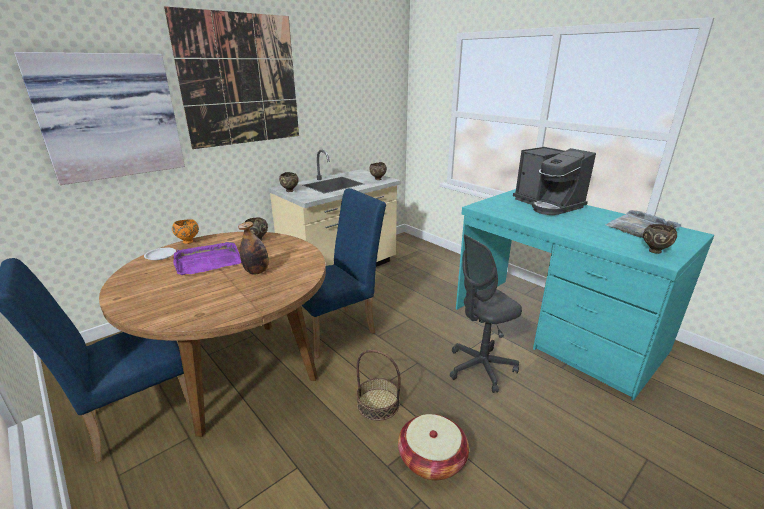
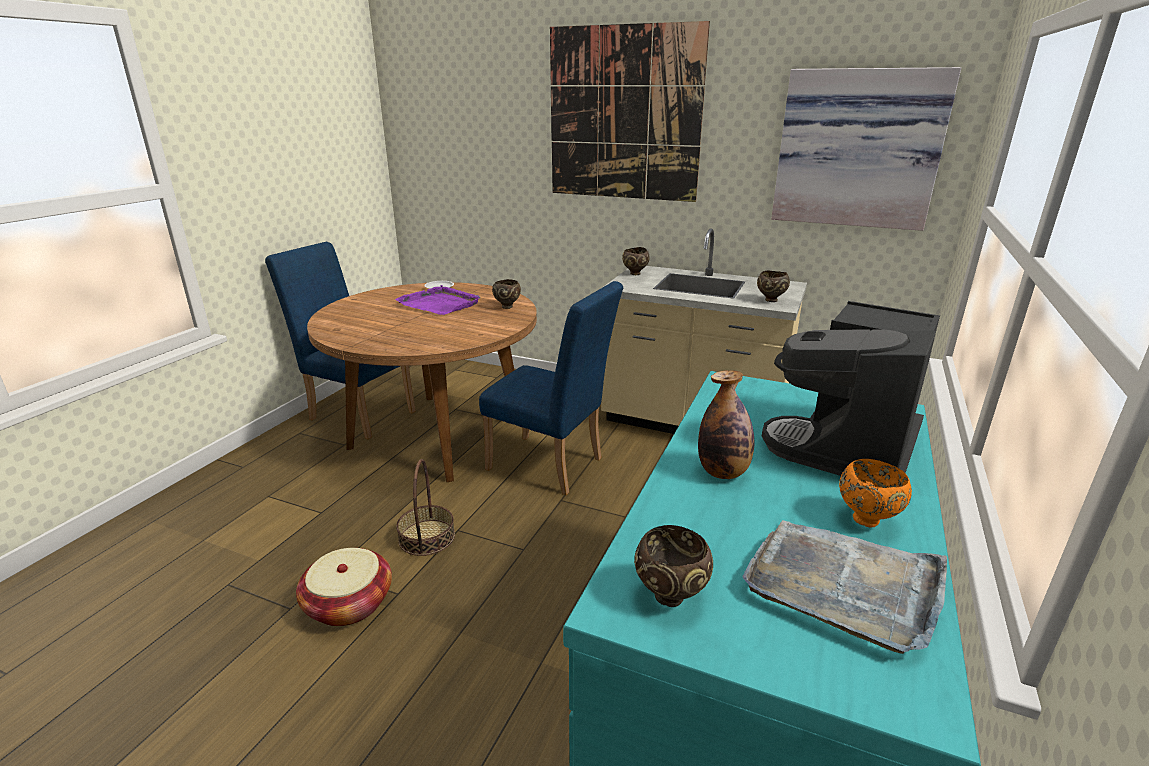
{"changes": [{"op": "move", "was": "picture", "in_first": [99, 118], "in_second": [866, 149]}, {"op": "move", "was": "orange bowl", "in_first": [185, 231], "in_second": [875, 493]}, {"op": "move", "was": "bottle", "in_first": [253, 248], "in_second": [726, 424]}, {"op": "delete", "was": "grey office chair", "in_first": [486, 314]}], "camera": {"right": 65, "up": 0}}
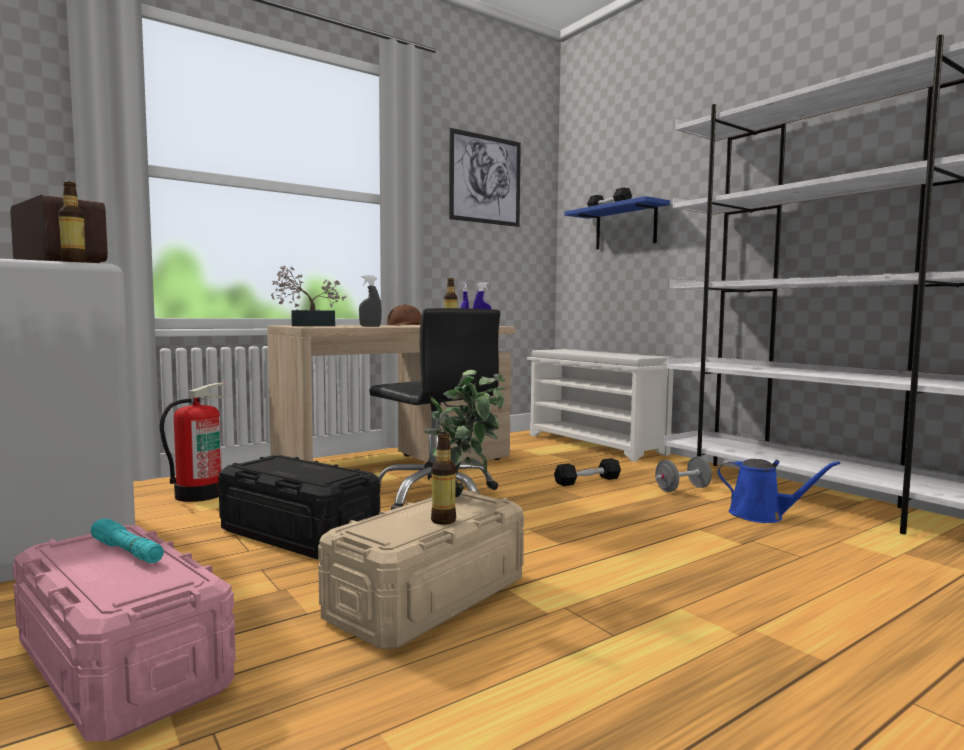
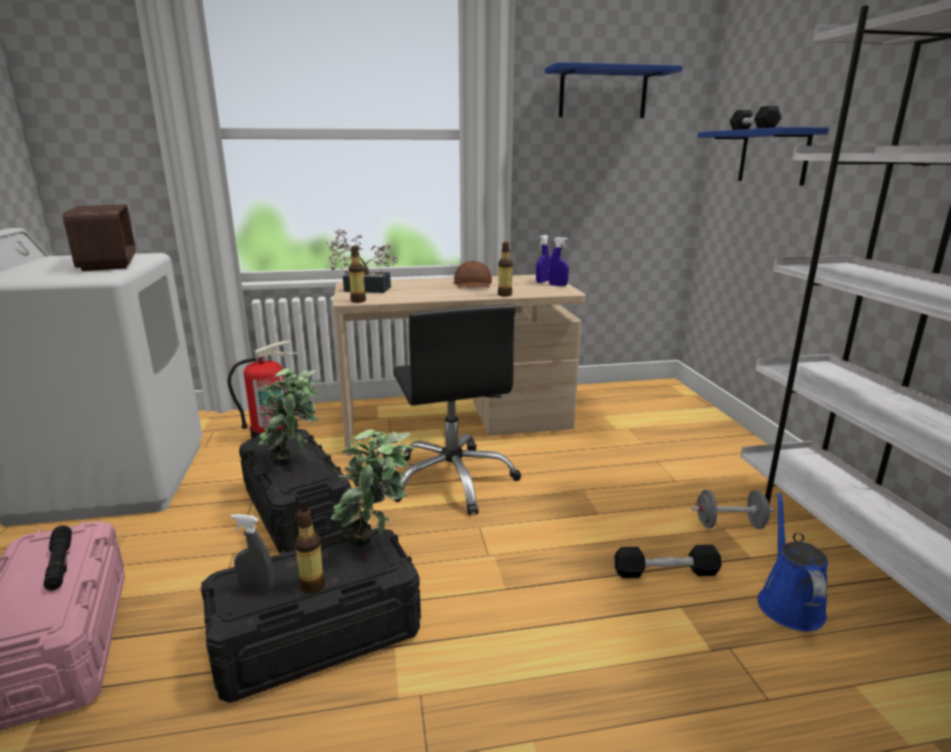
{"changes": [{"op": "replace", "was": "picture", "now": "blue shelf", "in_first": [485, 177], "in_second": [614, 90]}, {"op": "move", "was": "bottle", "in_first": [72, 222], "in_second": [357, 274]}, {"op": "move", "was": "grey spray bottle", "in_first": [370, 301], "in_second": [252, 553]}, {"op": "delete", "was": "white shoe rack", "in_first": [600, 405]}, {"op": "move", "was": "black dumbbell", "in_first": [587, 472], "in_second": [667, 561]}, {"op": "rotate", "was": "blue watering can", "in_first": [778, 491], "in_second": [793, 561], "clockwise": -135}, {"op": "recolor", "was": "beige storage box", "now": "black storage box", "in_first": [421, 569], "in_second": [311, 615]}, {"op": "recolor", "was": "turquoise flashlight", "now": "black flashlight", "in_first": [127, 541], "in_second": [58, 558]}, {"op": "insert", "now": "potted plant", "in_second": [290, 417]}], "camera": {"right": 25, "up": 15}}
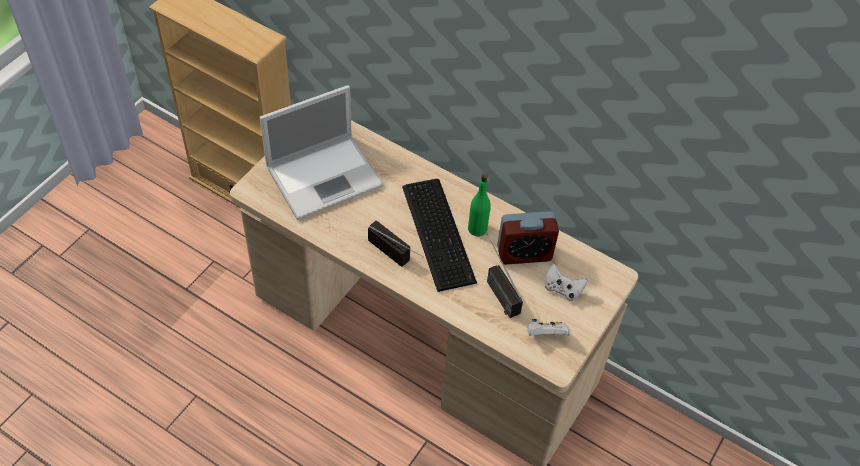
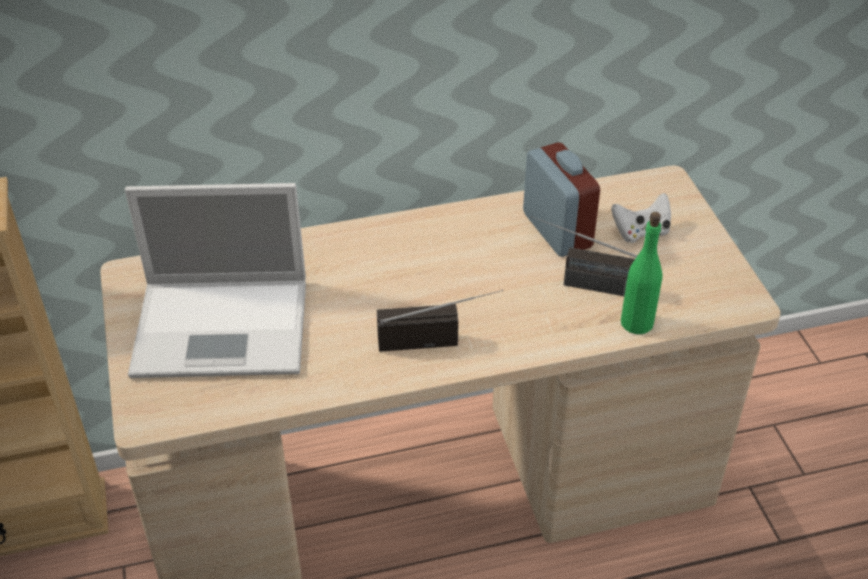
{"changes": [{"op": "rotate", "was": "laptop", "in_first": [321, 152], "in_second": [215, 280], "clockwise": 75}, {"op": "move", "was": "green bottle", "in_first": [479, 205], "in_second": [642, 273]}, {"op": "delete", "was": "keyboard", "in_first": [439, 235]}, {"op": "rotate", "was": "alarm clock", "in_first": [528, 238], "in_second": [561, 199], "clockwise": -60}, {"op": "delete", "was": "white game controller", "in_first": [549, 327]}], "camera": {"right": -45, "up": -10}}
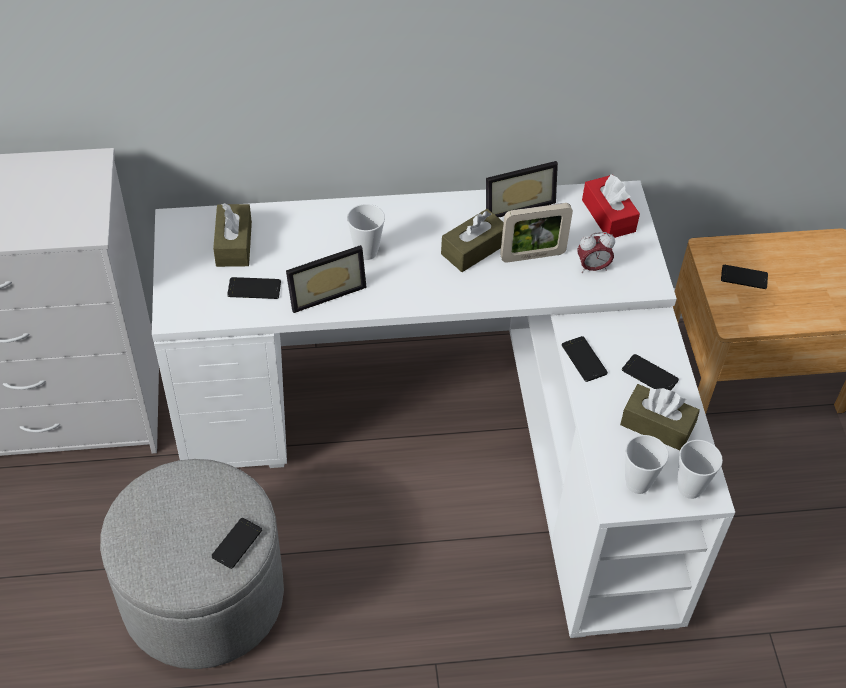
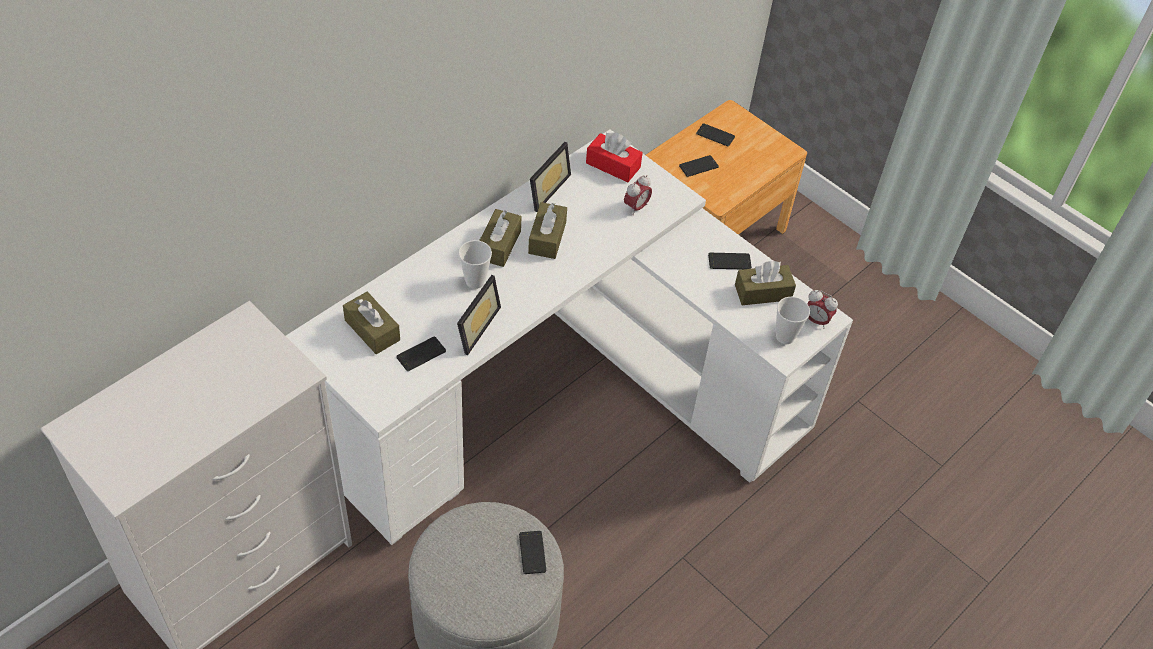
{"changes": [{"op": "delete", "was": "picture frame", "in_first": [536, 233]}, {"op": "move", "was": "phone", "in_first": [585, 359], "in_second": [715, 135]}, {"op": "replace", "was": "cup", "now": "alarm clock", "in_first": [700, 469], "in_second": [822, 309]}, {"op": "insert", "now": "brown tissue box", "in_second": [500, 238]}], "camera": {"right": -40, "up": 0}}
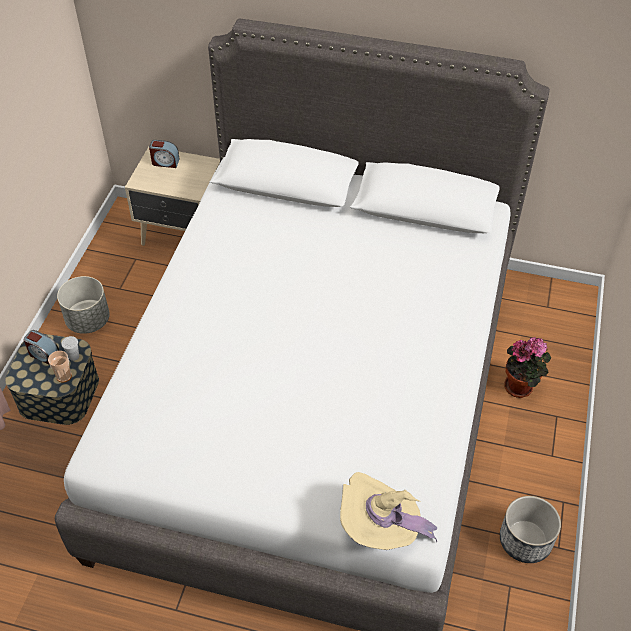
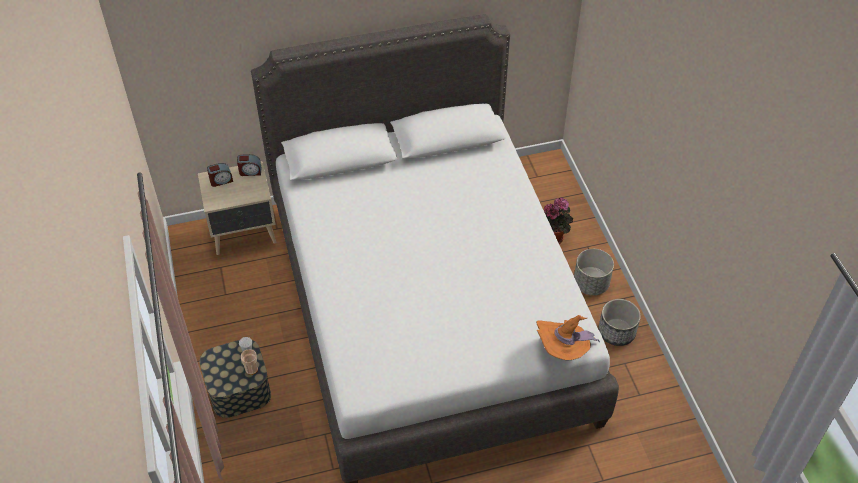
{"changes": [{"op": "move", "was": "grey planter", "in_first": [83, 305], "in_second": [594, 272]}, {"op": "move", "was": "alarm clock", "in_first": [41, 347], "in_second": [249, 165]}, {"op": "recolor", "was": "beige hat", "now": "orange hat", "in_first": [388, 511], "in_second": [568, 337]}], "camera": {"right": -30, "up": 0}}
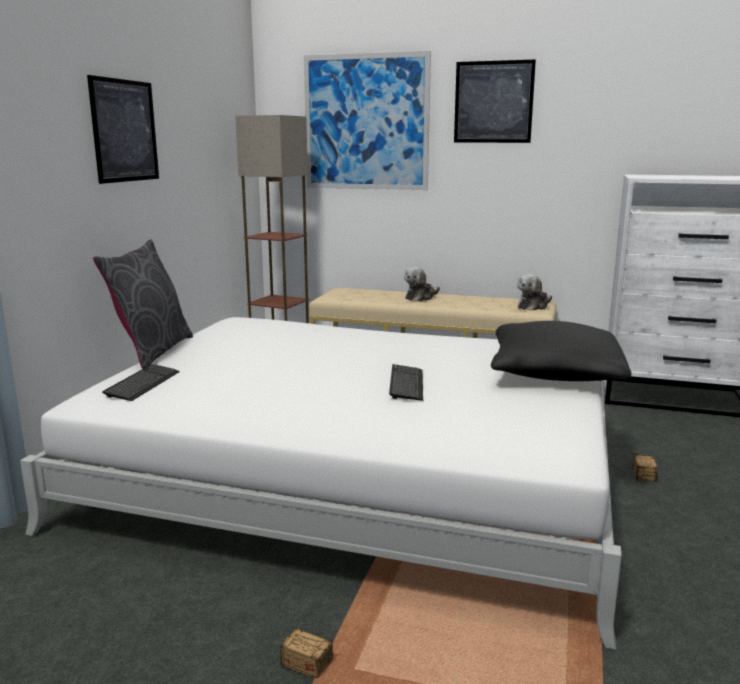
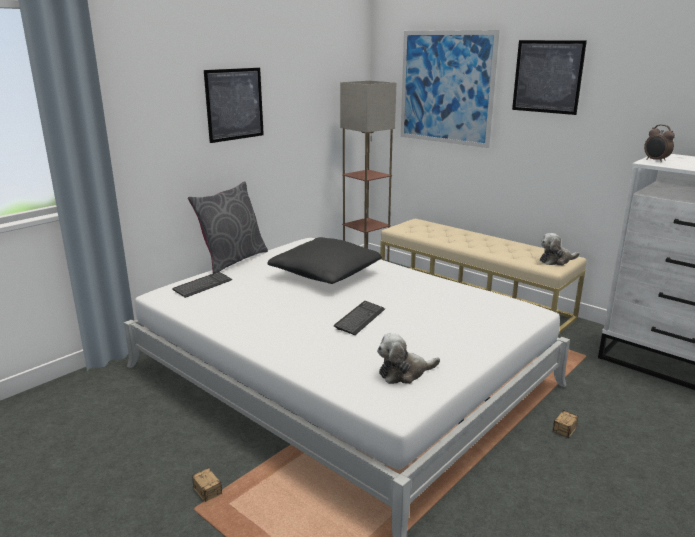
{"changes": [{"op": "move", "was": "plush toy", "in_first": [422, 284], "in_second": [408, 358]}, {"op": "move", "was": "black pillow", "in_first": [561, 351], "in_second": [324, 260]}, {"op": "insert", "now": "alarm clock", "in_second": [659, 144]}], "camera": {"right": 25, "up": 5}}
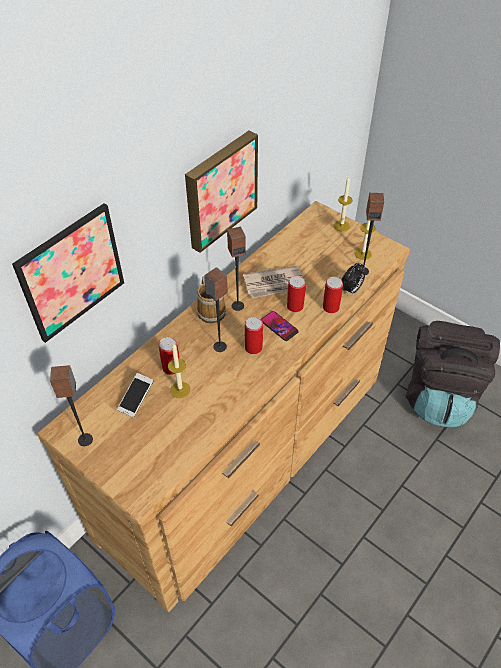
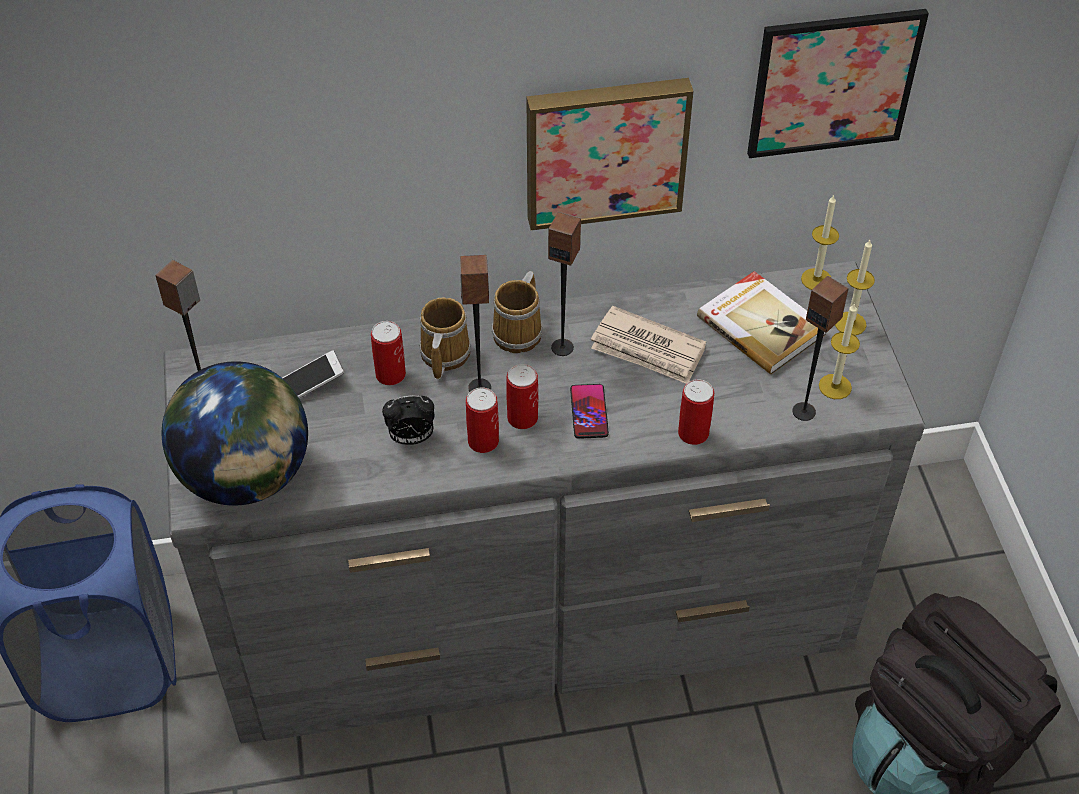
{"changes": [{"op": "recolor", "was": "brown dresser", "now": "grey dresser", "in_first": [223, 406], "in_second": [544, 502]}, {"op": "move", "was": "picture", "in_first": [68, 273], "in_second": [838, 83]}, {"op": "move", "was": "alarm clock", "in_first": [353, 278], "in_second": [408, 420]}, {"op": "move", "was": "can", "in_first": [296, 294], "in_second": [482, 420]}, {"op": "move", "was": "candle", "in_first": [179, 371], "in_second": [820, 242]}, {"op": "insert", "now": "book", "in_second": [761, 322]}, {"op": "insert", "now": "mug", "in_second": [445, 338]}, {"op": "insert", "now": "globe", "in_second": [234, 433]}], "camera": {"right": 40, "up": 0}}
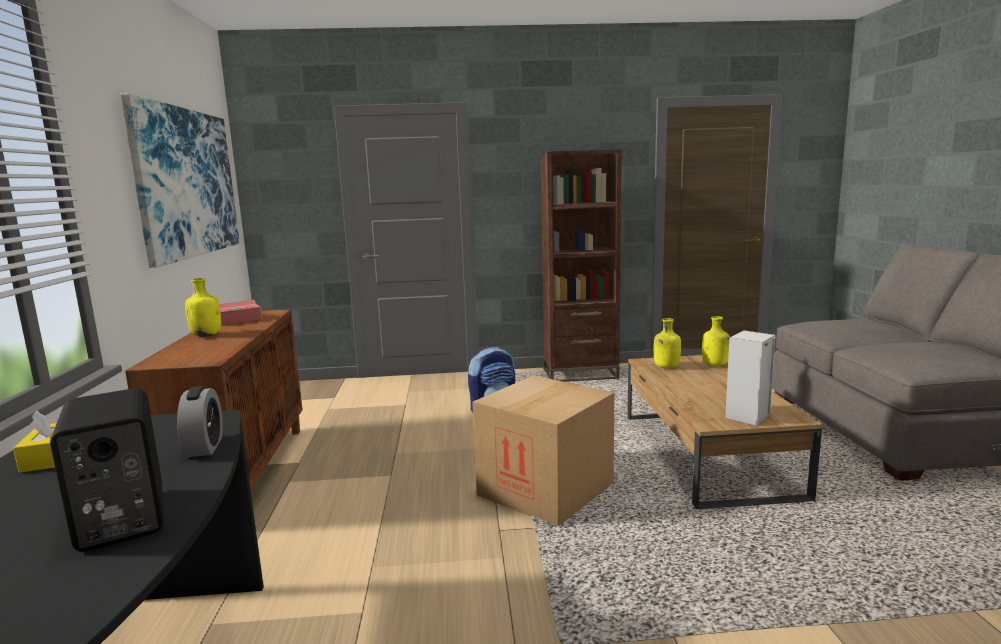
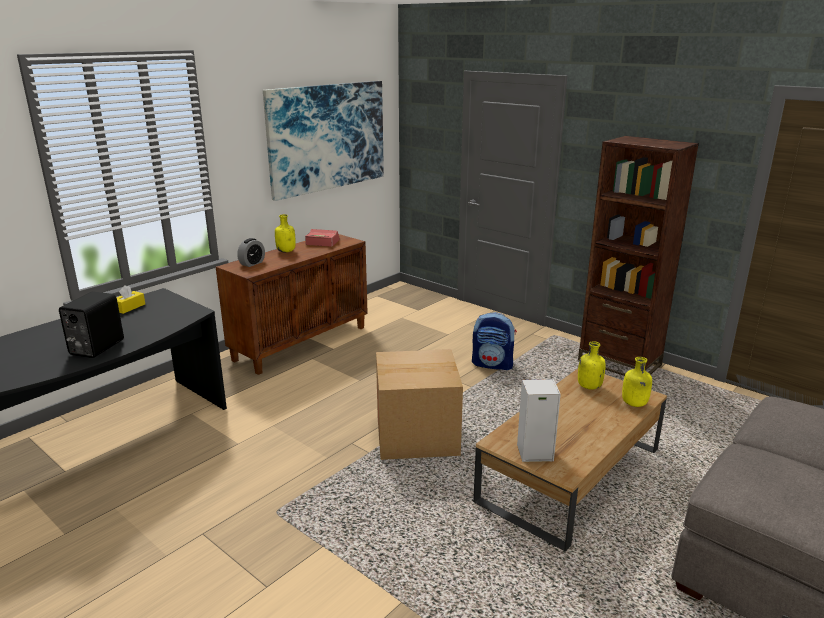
{"changes": [{"op": "move", "was": "alarm clock", "in_first": [200, 421], "in_second": [251, 252]}], "camera": {"right": 45, "up": 10}}
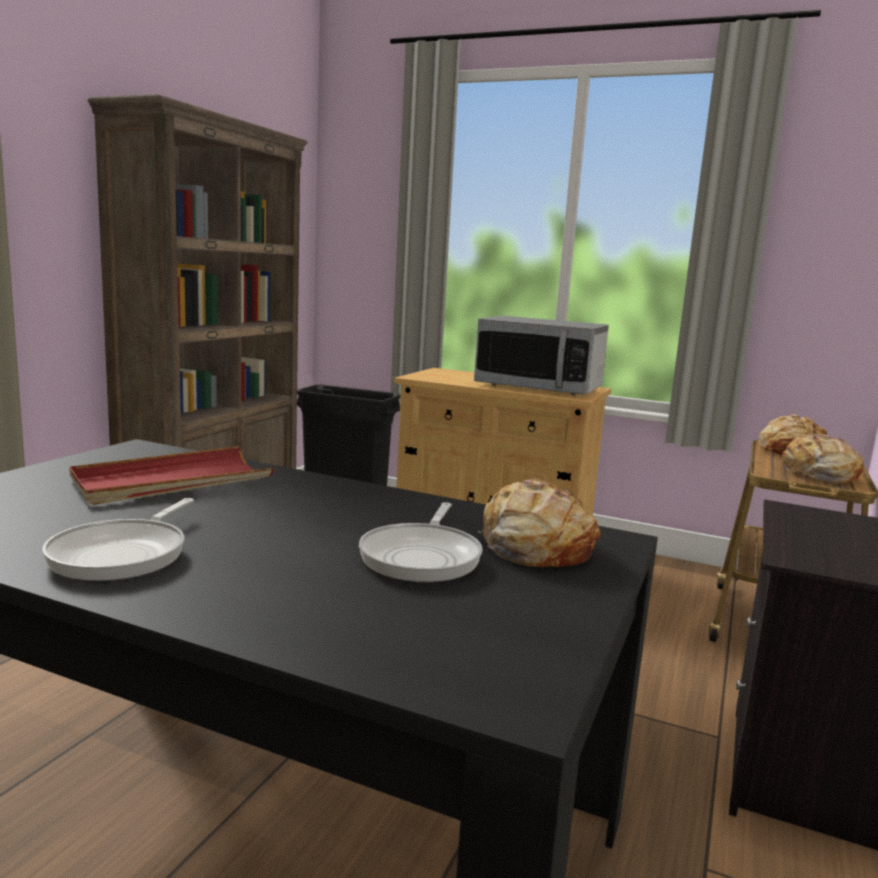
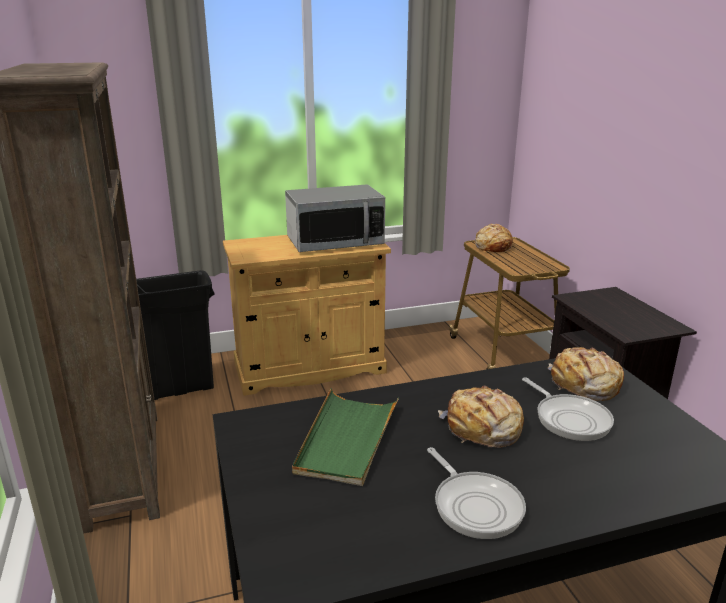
{"changes": [{"op": "move", "was": "bread", "in_first": [822, 458], "in_second": [481, 417]}, {"op": "recolor", "was": "red tray", "now": "green tray", "in_first": [171, 475], "in_second": [345, 437]}], "camera": {"right": -40, "up": 10}}
